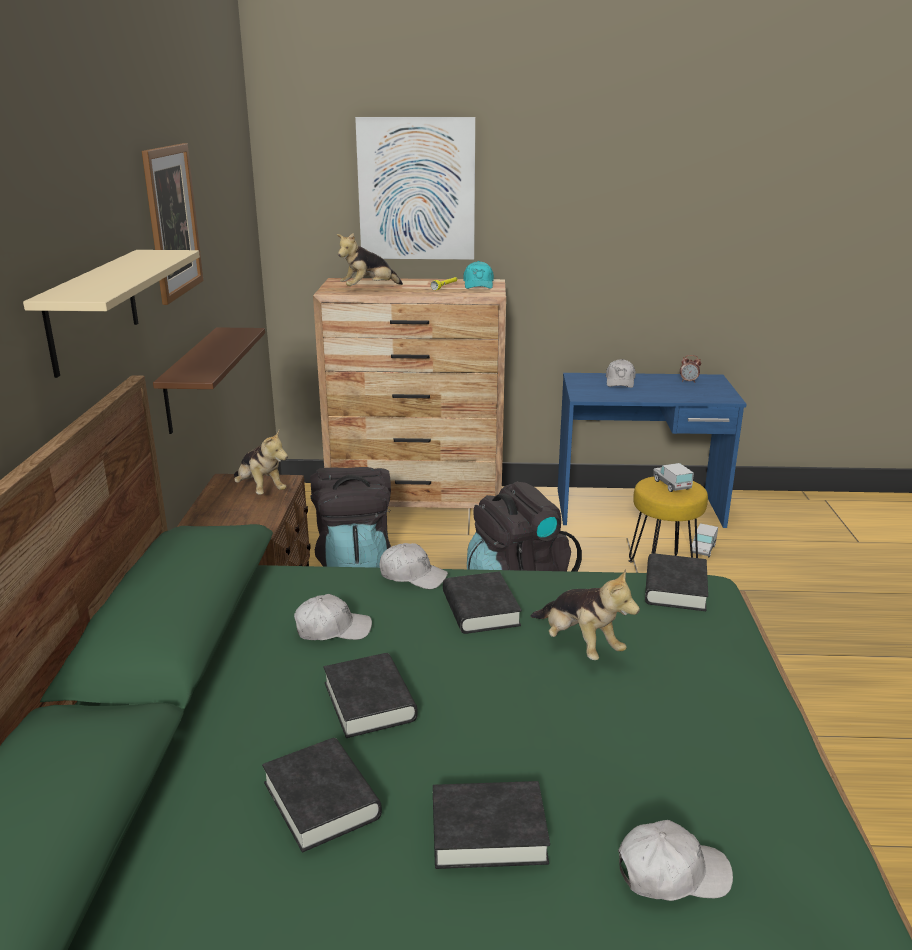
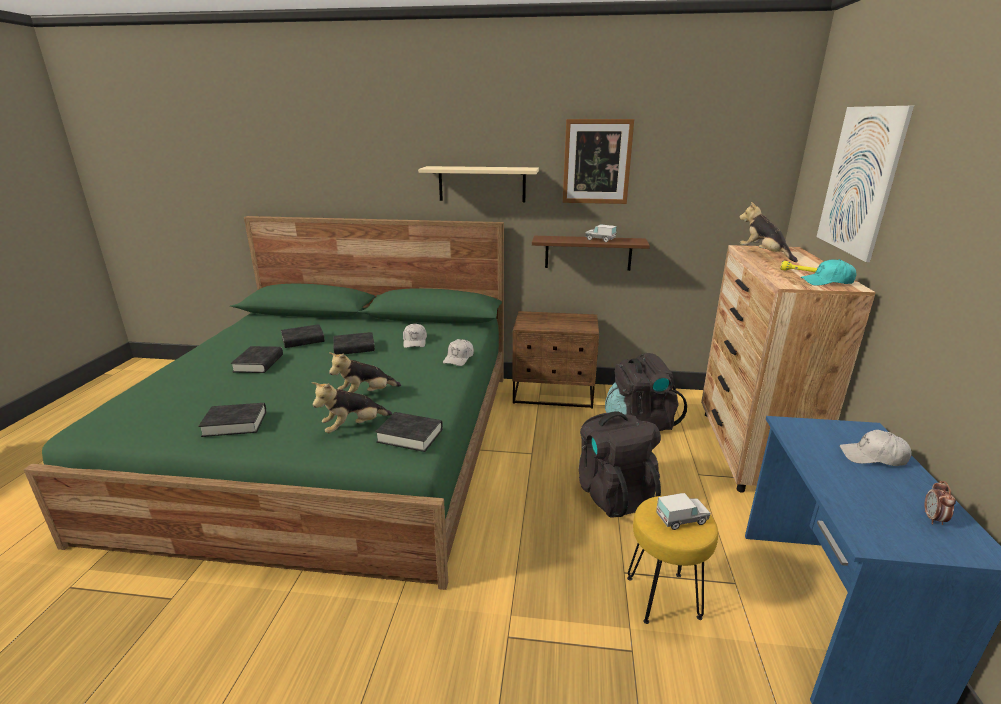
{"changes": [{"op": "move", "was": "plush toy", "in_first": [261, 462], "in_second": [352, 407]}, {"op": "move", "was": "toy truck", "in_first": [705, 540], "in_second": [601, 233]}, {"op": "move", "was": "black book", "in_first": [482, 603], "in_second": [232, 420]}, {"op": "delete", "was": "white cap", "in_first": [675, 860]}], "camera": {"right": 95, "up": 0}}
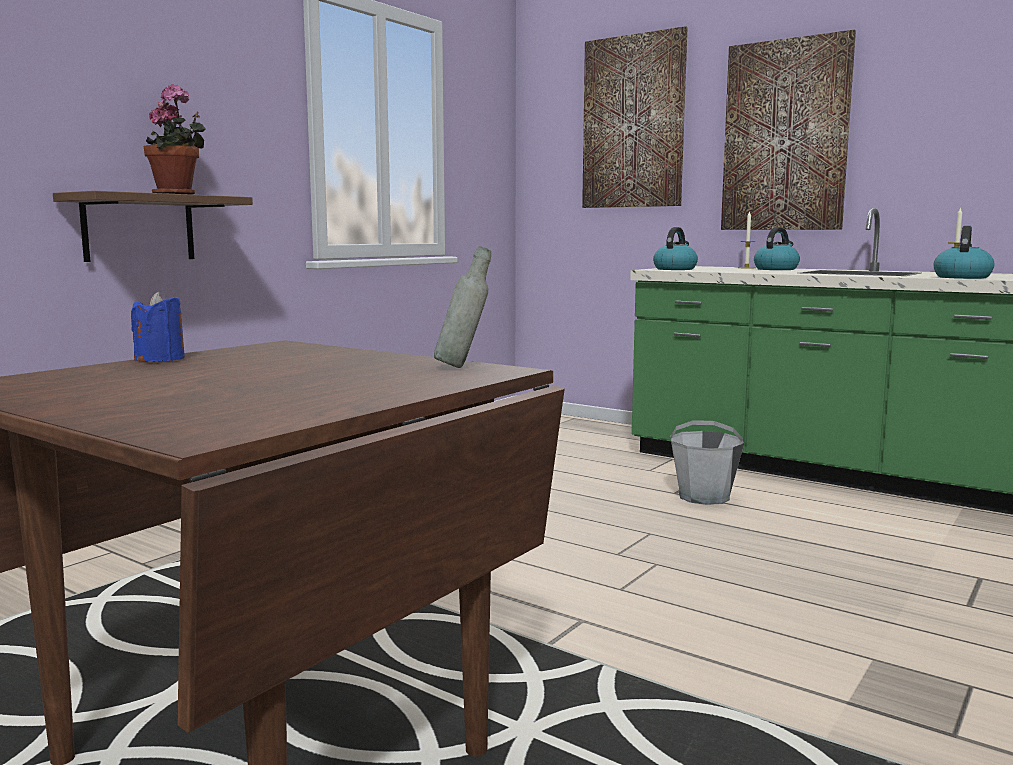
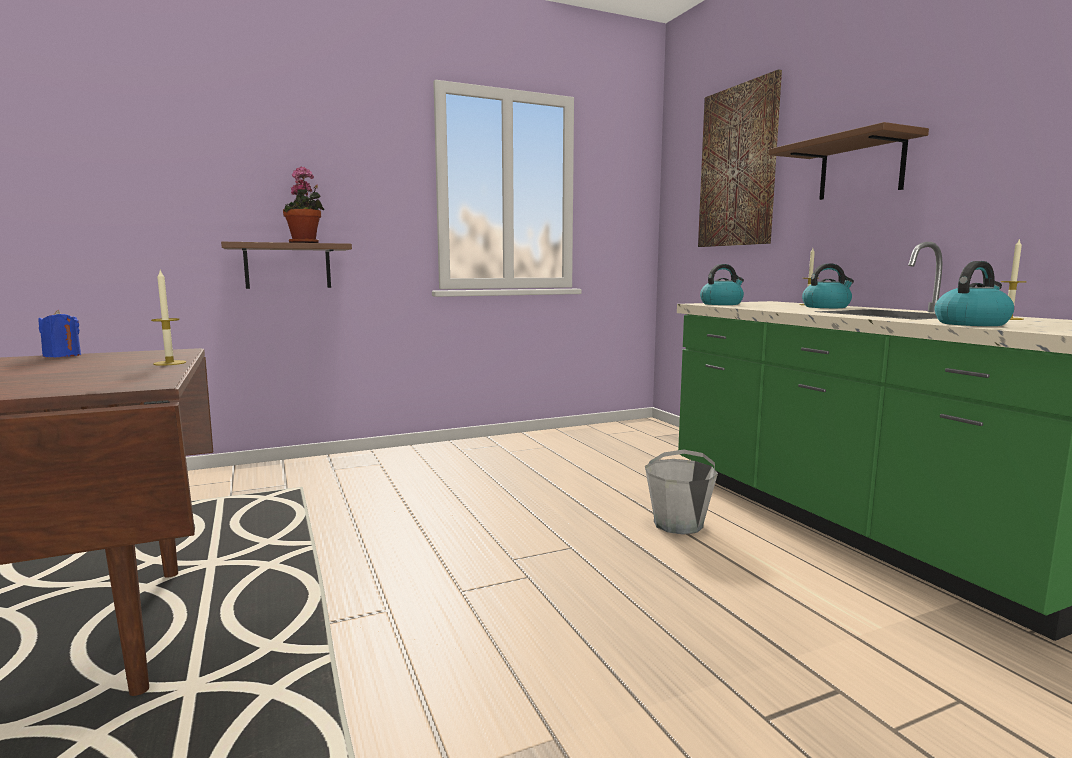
{"changes": [{"op": "replace", "was": "picture", "now": "brown shelf", "in_first": [788, 130], "in_second": [848, 161]}, {"op": "delete", "was": "grey bottle", "in_first": [462, 307]}, {"op": "insert", "now": "candle", "in_second": [168, 318]}], "camera": {"right": 30, "up": 0}}
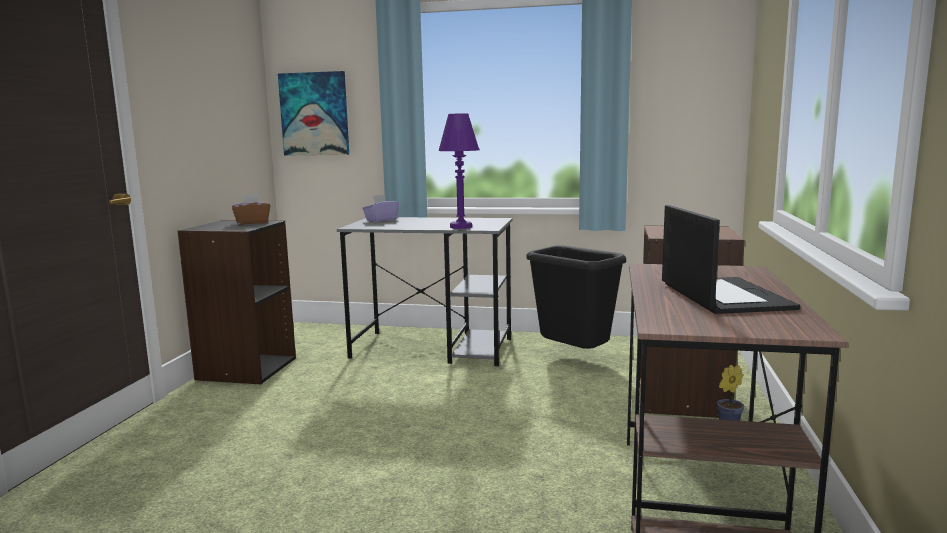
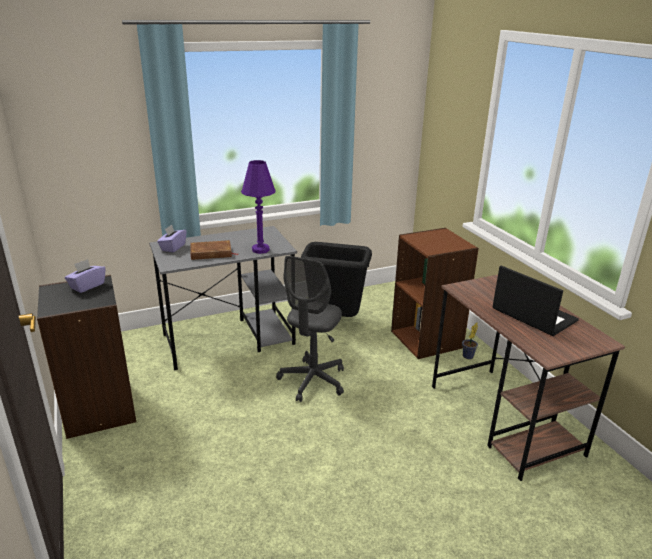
{"changes": [{"op": "delete", "was": "picture", "in_first": [313, 113]}, {"op": "recolor", "was": "brown tissue box", "now": "purple tissue box", "in_first": [251, 209], "in_second": [85, 276]}, {"op": "insert", "now": "brown book", "in_second": [215, 250]}, {"op": "insert", "now": "grey office chair", "in_second": [310, 329]}], "camera": {"right": -35, "up": 15}}
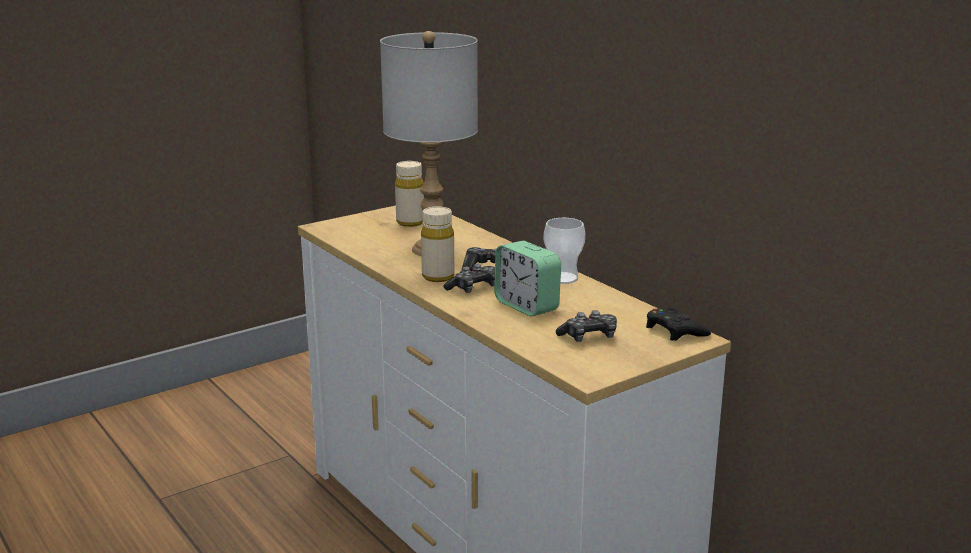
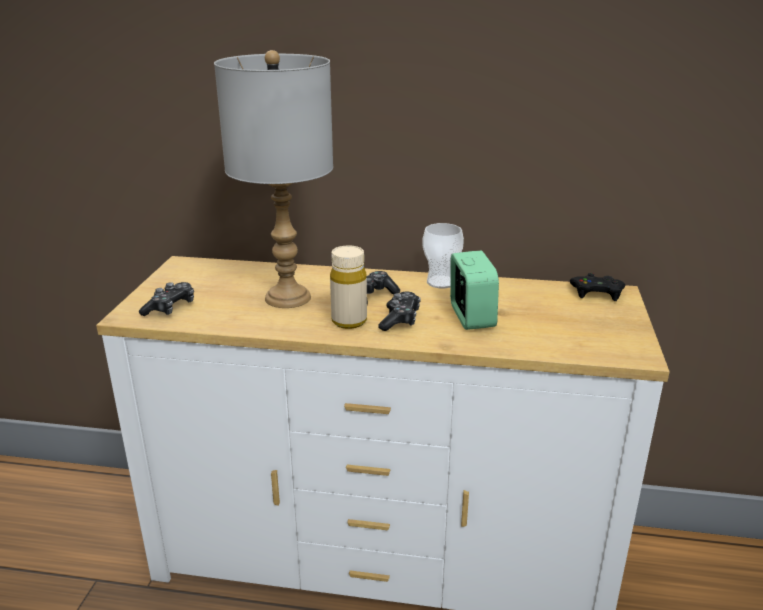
{"changes": [{"op": "delete", "was": "beige bottle", "in_first": [409, 194]}, {"op": "rotate", "was": "alarm clock", "in_first": [527, 278], "in_second": [474, 290], "clockwise": -105}, {"op": "move", "was": "game controller", "in_first": [586, 326], "in_second": [166, 299]}], "camera": {"right": -45, "up": 5}}
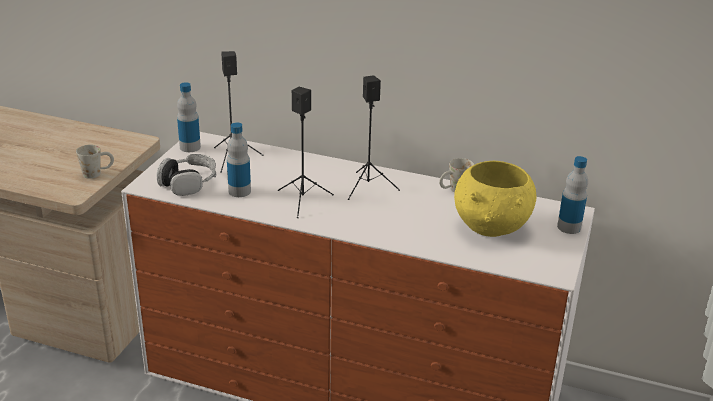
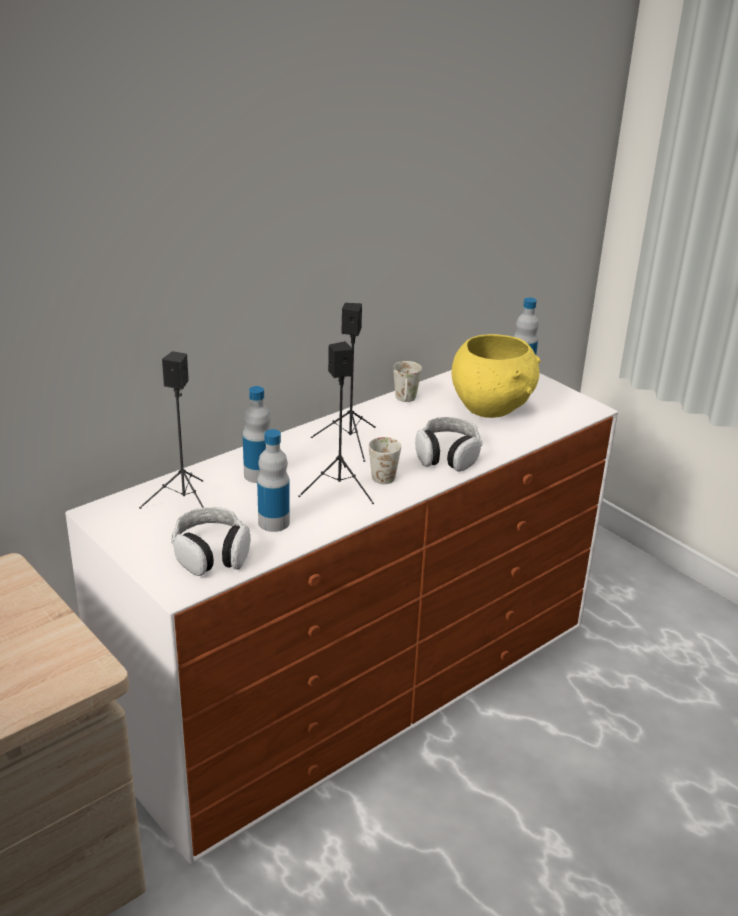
{"changes": [{"op": "move", "was": "bottle", "in_first": [189, 117], "in_second": [257, 434]}, {"op": "move", "was": "white mug", "in_first": [95, 162], "in_second": [385, 460]}, {"op": "insert", "now": "headphones", "in_second": [448, 444]}], "camera": {"right": -60, "up": 0}}
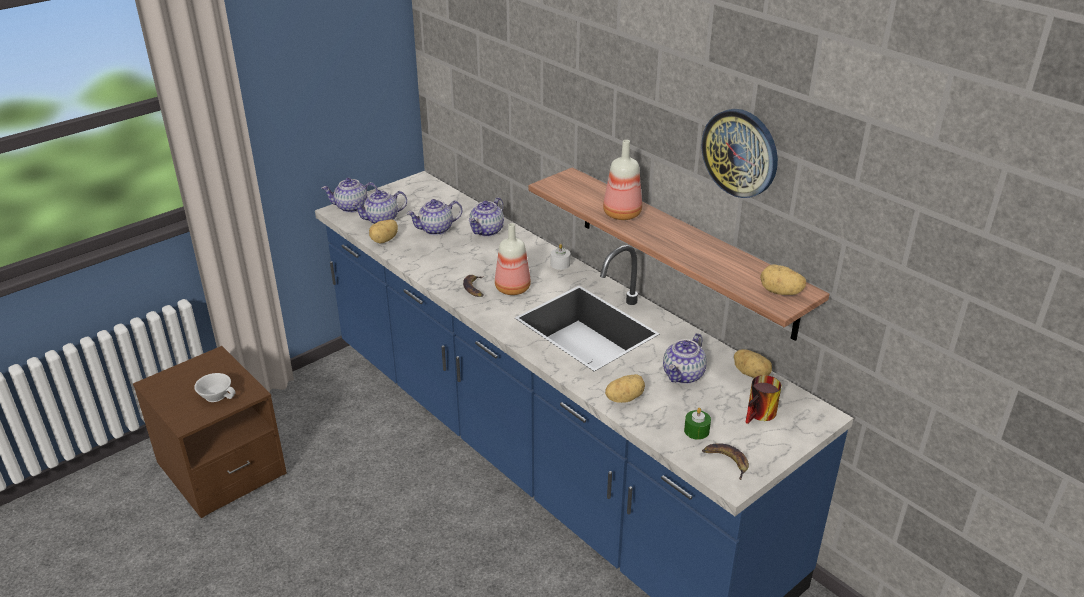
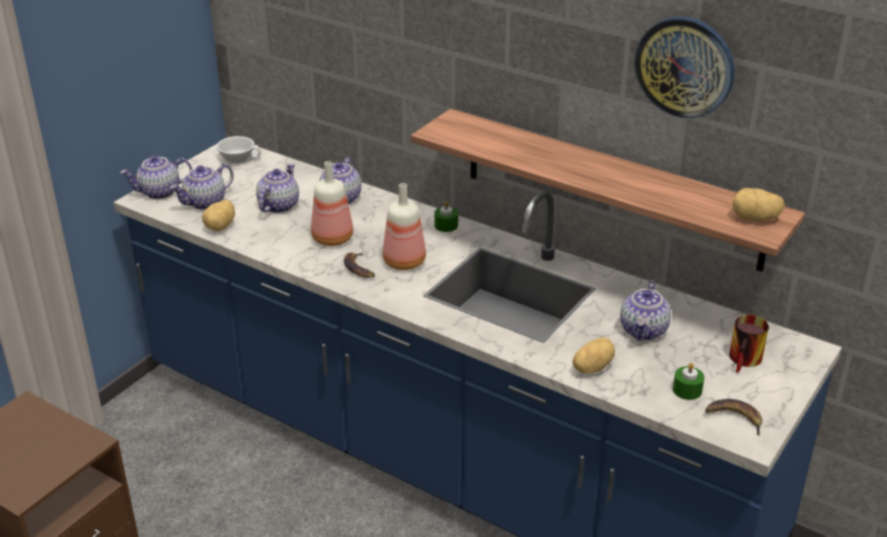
{"changes": [{"op": "move", "was": "bottle", "in_first": [622, 180], "in_second": [332, 203]}, {"op": "rotate", "was": "teapot", "in_first": [434, 217], "in_second": [277, 188], "clockwise": 150}, {"op": "recolor", "was": "white candle", "now": "green candle", "in_first": [560, 257], "in_second": [446, 216]}, {"op": "delete", "was": "potato", "in_first": [753, 363]}, {"op": "move", "was": "white cup", "in_first": [214, 387], "in_second": [239, 150]}], "camera": {"right": -15, "up": 0}}
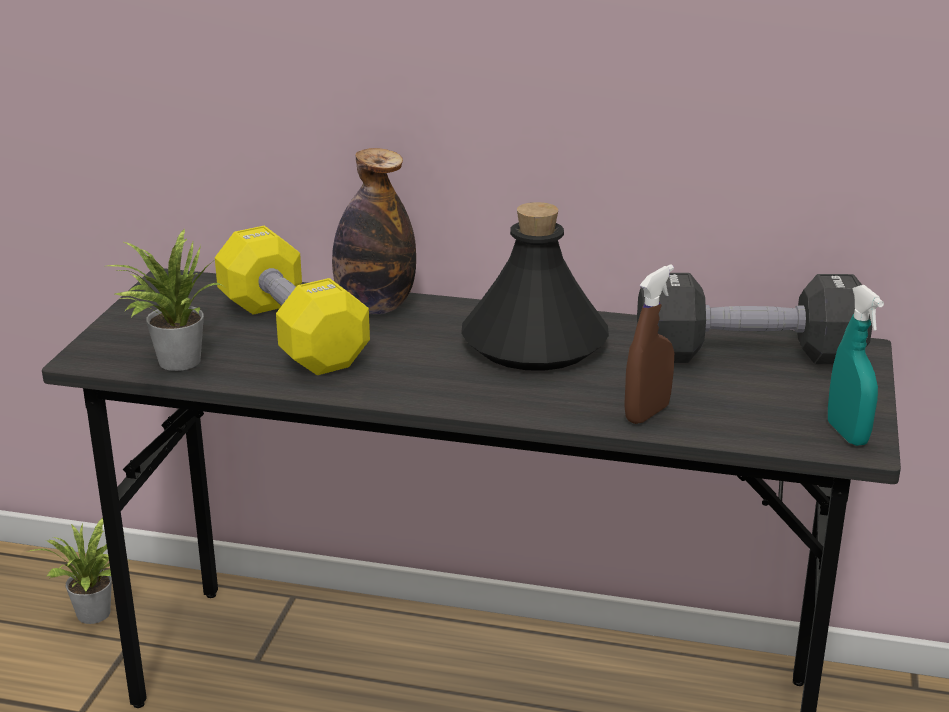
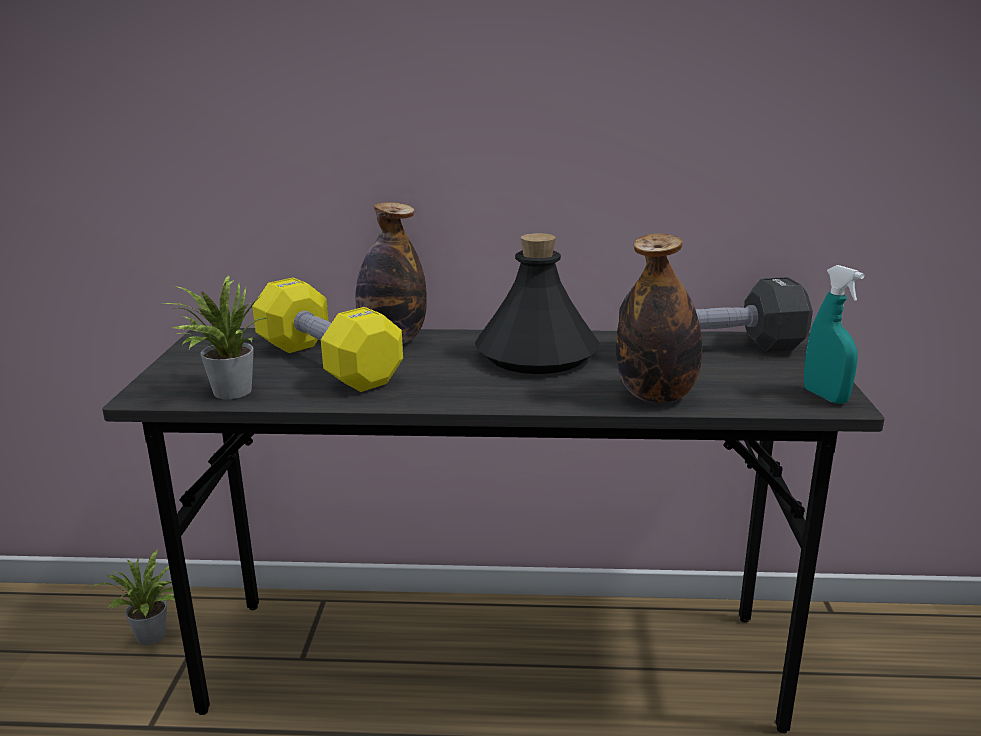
{"changes": [{"op": "replace", "was": "brown spray bottle", "now": "bottle", "in_first": [649, 344], "in_second": [659, 318]}], "camera": {"right": -10, "up": -5}}
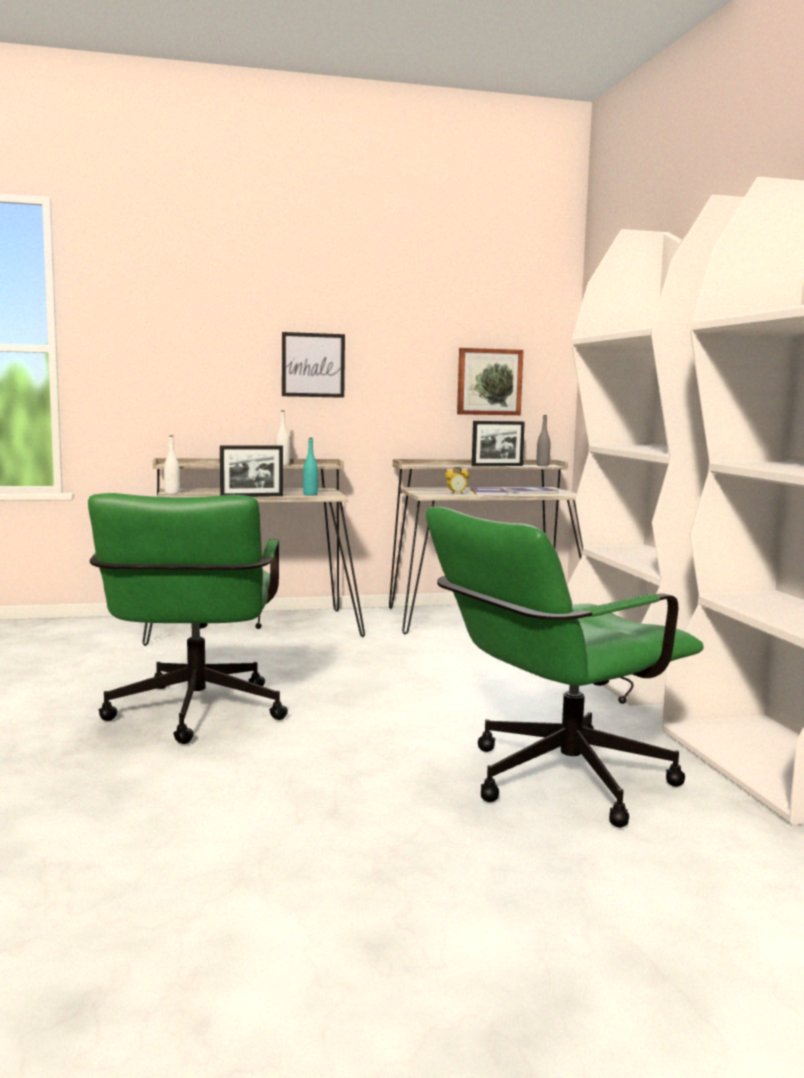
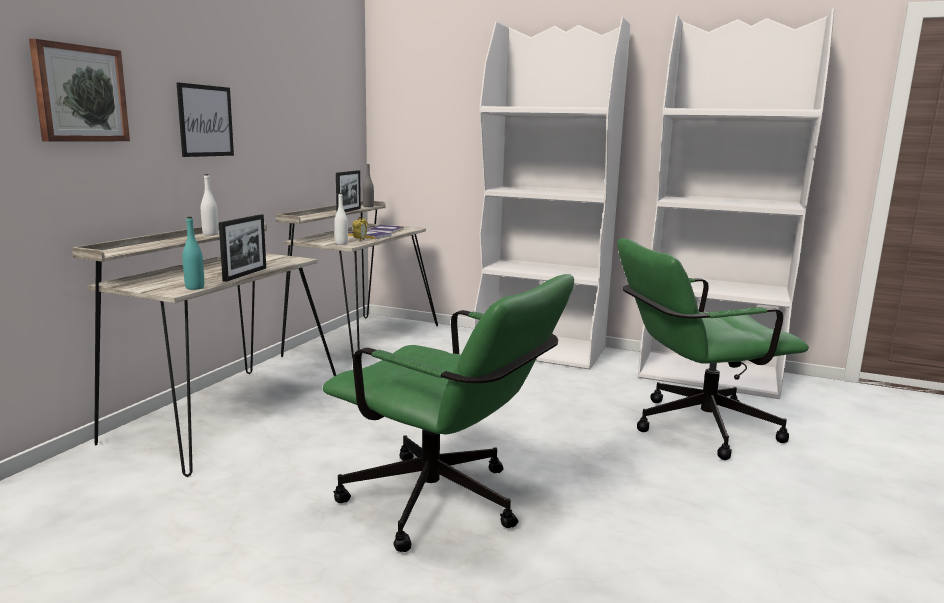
{"changes": [{"op": "move", "was": "picture", "in_first": [490, 381], "in_second": [79, 90]}, {"op": "move", "was": "white bottle", "in_first": [172, 464], "in_second": [341, 219]}, {"op": "move", "was": "turquoise bottle", "in_first": [310, 466], "in_second": [193, 253]}, {"op": "rotate", "was": "green office chair", "in_first": [565, 667], "in_second": [713, 349], "clockwise": 75}], "camera": {"right": -55, "up": 5}}
